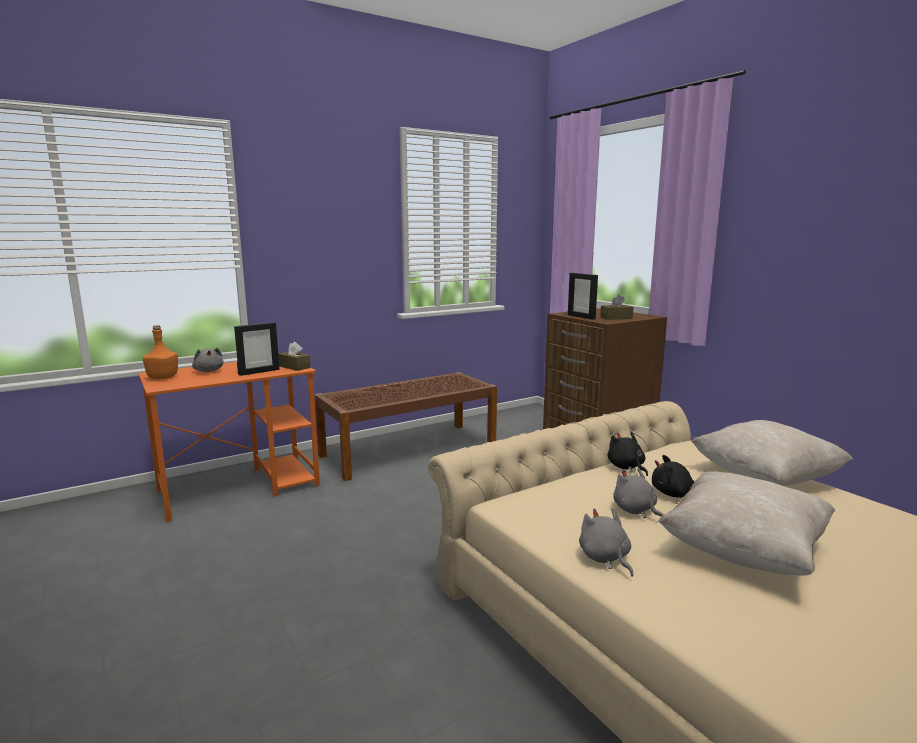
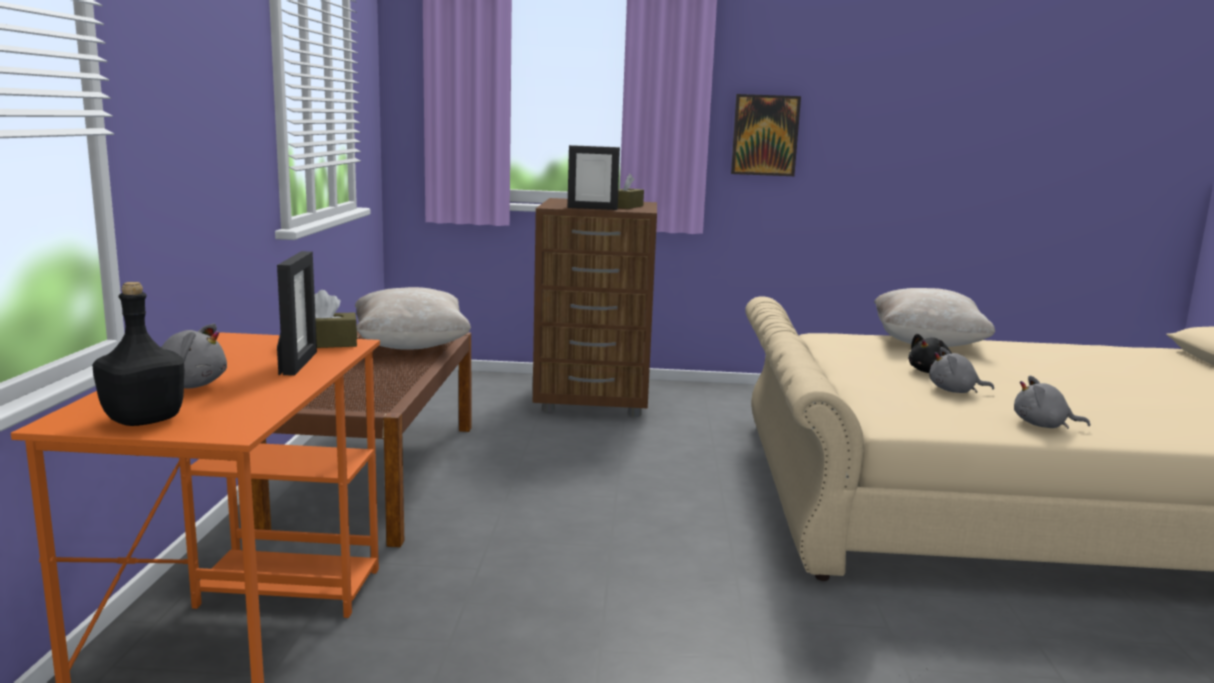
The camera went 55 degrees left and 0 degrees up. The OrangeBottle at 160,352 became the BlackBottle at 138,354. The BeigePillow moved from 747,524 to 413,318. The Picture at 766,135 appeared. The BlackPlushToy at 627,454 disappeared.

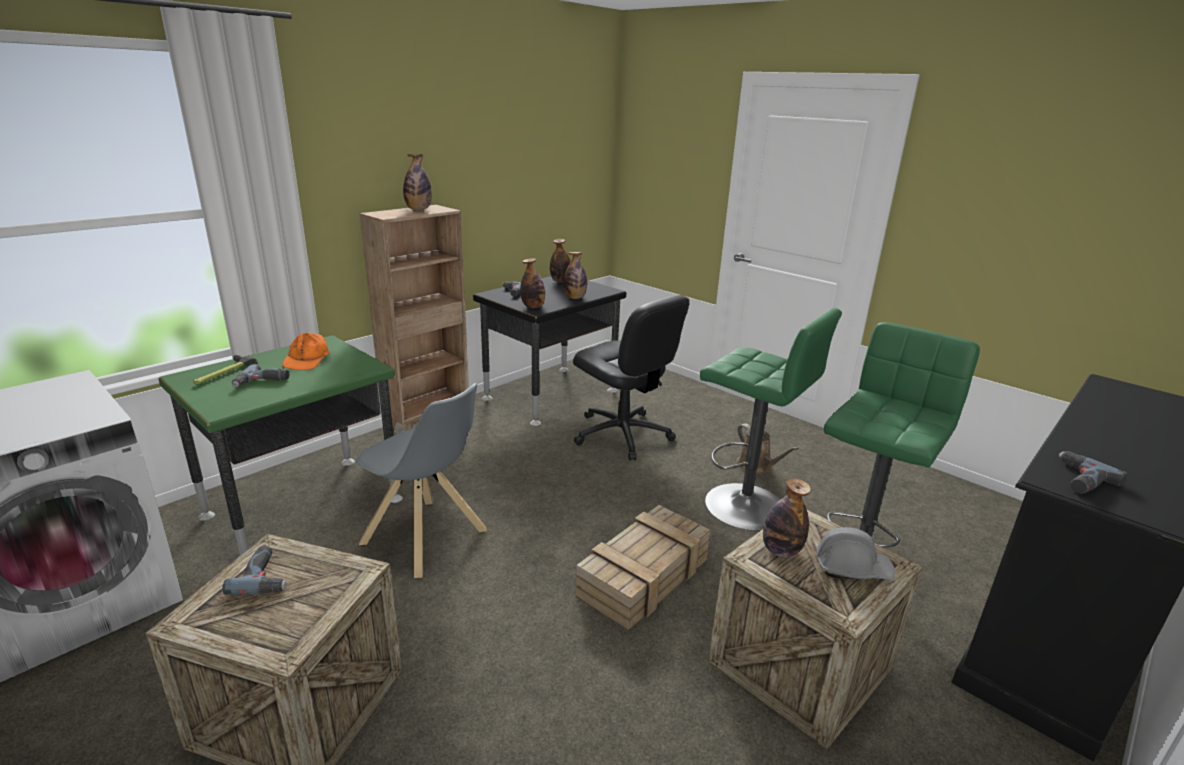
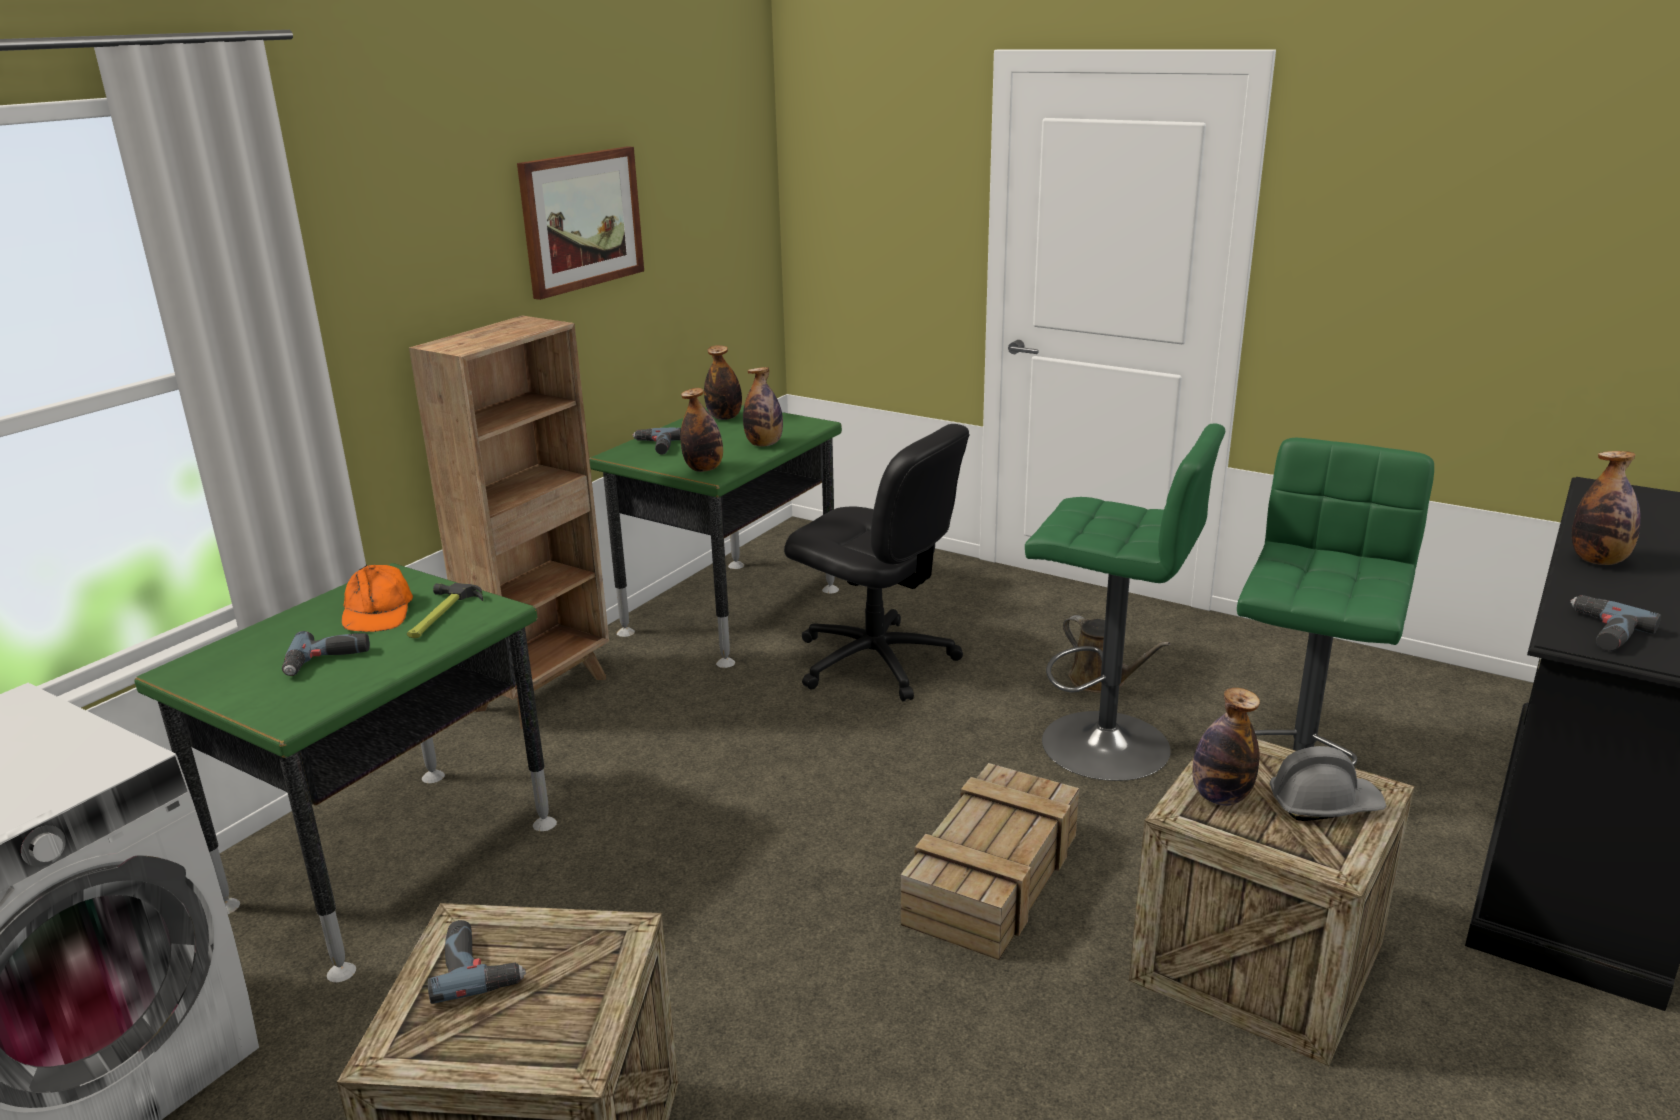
The camera went 10 degrees left and 0 degrees up. The Hammer moved from 225,370 to 445,610. The Picture at 580,223 appeared. The BlackDesk at 549,351 became the GreenDesk at 715,536. The Bottle moved from 417,182 to 1606,508. The GreyChair at 421,480 disappeared.

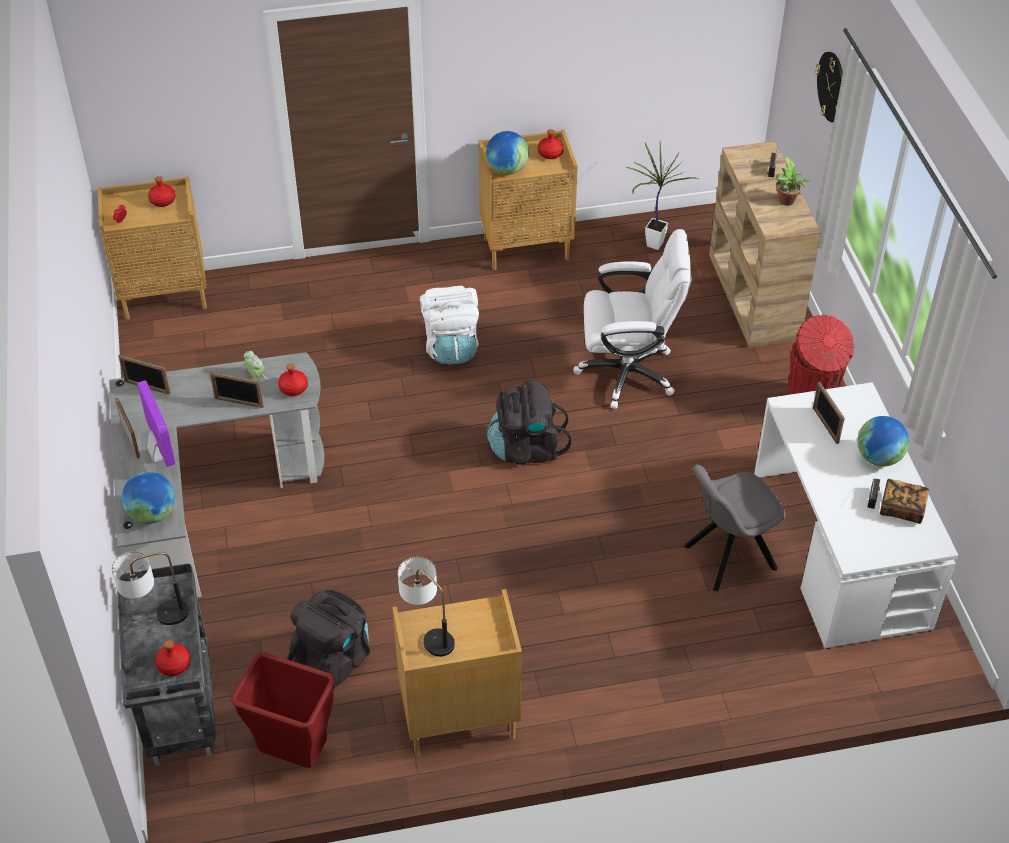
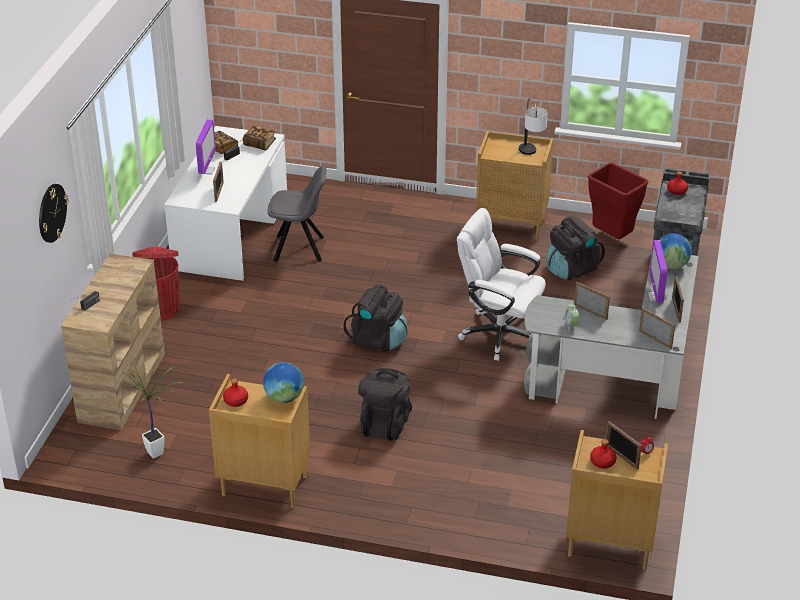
The camera went 155 degrees left and 10 degrees down. The Globe at 883,441 was replaced by the Monitor at 206,147. The Book at 259,138 appeared. The WhiteBackpack at 449,325 became the BlackBackpack at 385,404. The WhiteOfficeChair moved from 633,319 to 501,284. The PictureFrame at 624,445 appeared. The TableLamp at 150,588 disappeared. The RedBottle at 293,379 disappeared. The PottedPlant at 794,181 disappeared.

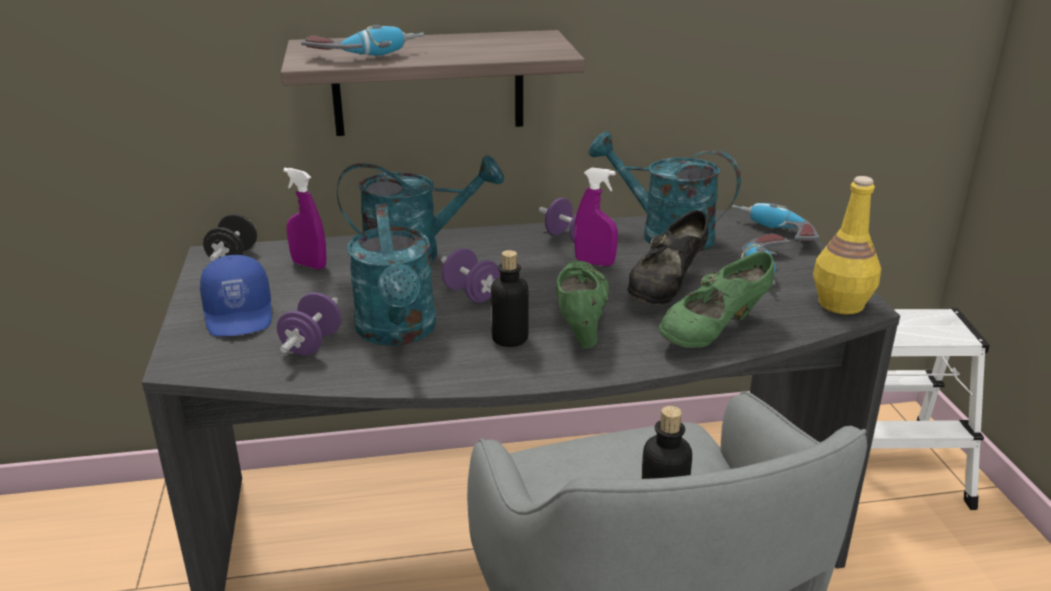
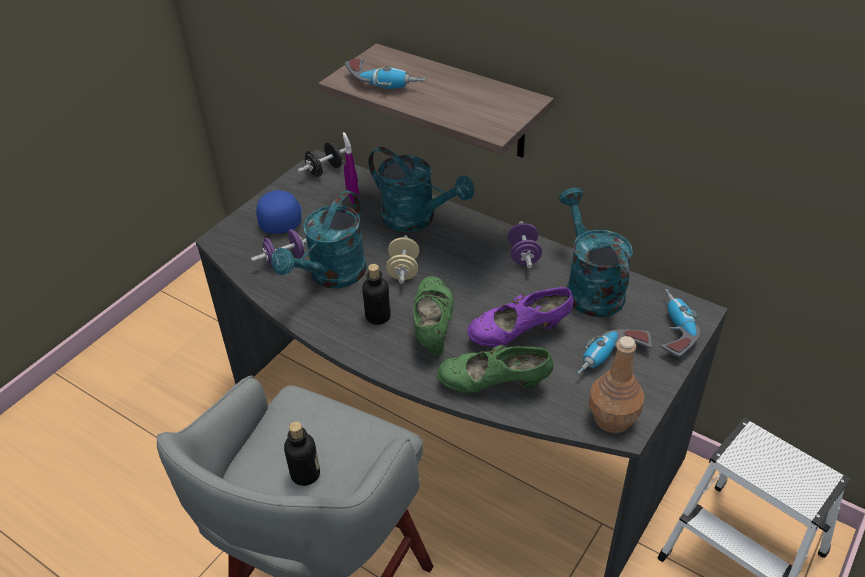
The camera went 45 degrees right and 15 degrees up. The BlueCap at 236,295 turned 150 degrees clockwise. The PurpleDumbbell at 470,275 became the BeigeDumbbell at 402,259. The GreenShoe at 582,304 turned 45 degrees counterclockwise. The BlackShoe at 667,257 became the PurpleShoe at 520,317. The YellowBottle at 847,245 became the BrownBottle at 617,384. The PurpleSprayBottle at 596,216 disappeared.

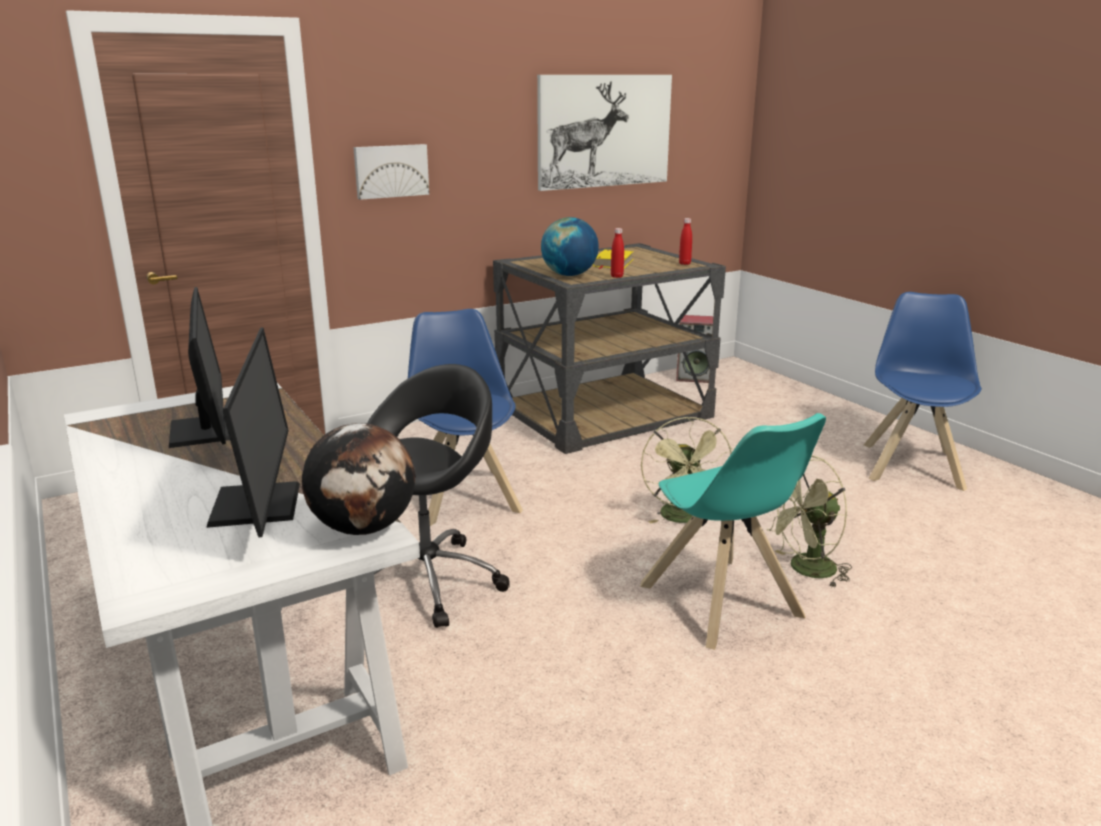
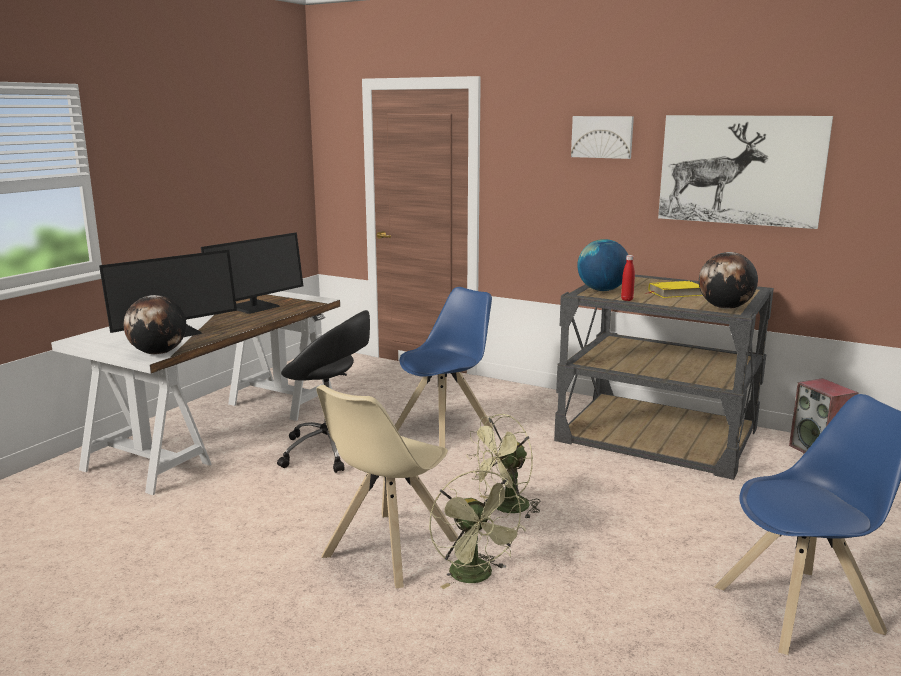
The camera went 60 degrees right and 5 degrees down. The TurquoiseChair at 733,531 became the BeigeChair at 387,487. The GreenFan at 809,522 turned 150 degrees counterclockwise. The Picture moved from 391,172 to 602,137. The RedBottle at 685,241 was replaced by the Globe at 728,280.

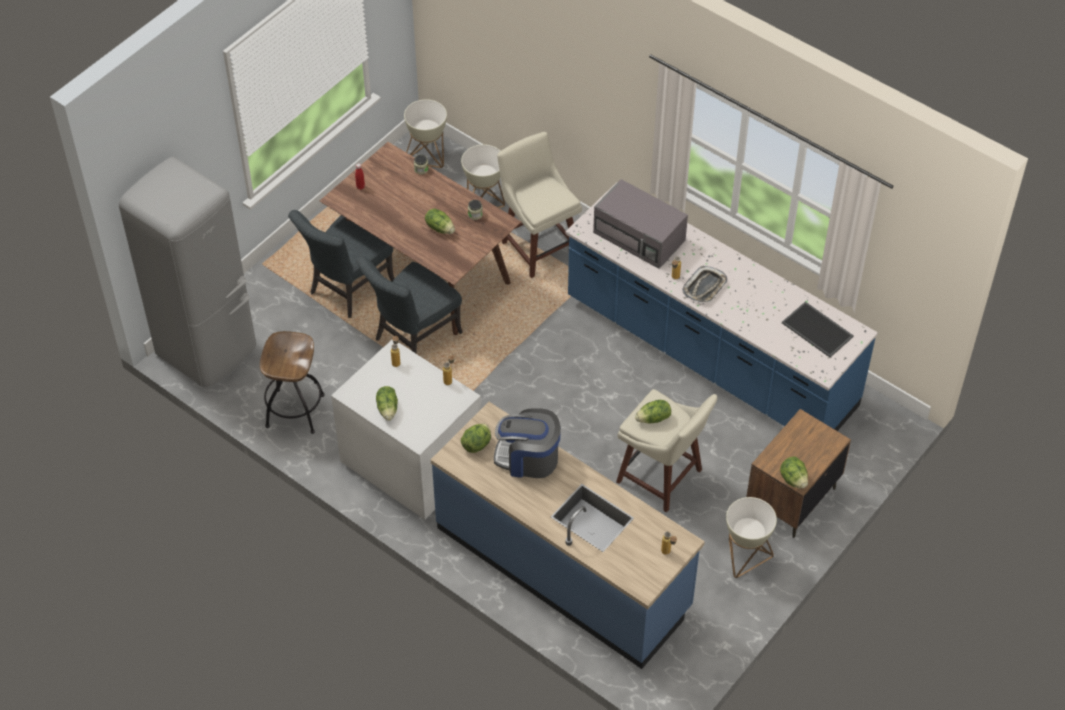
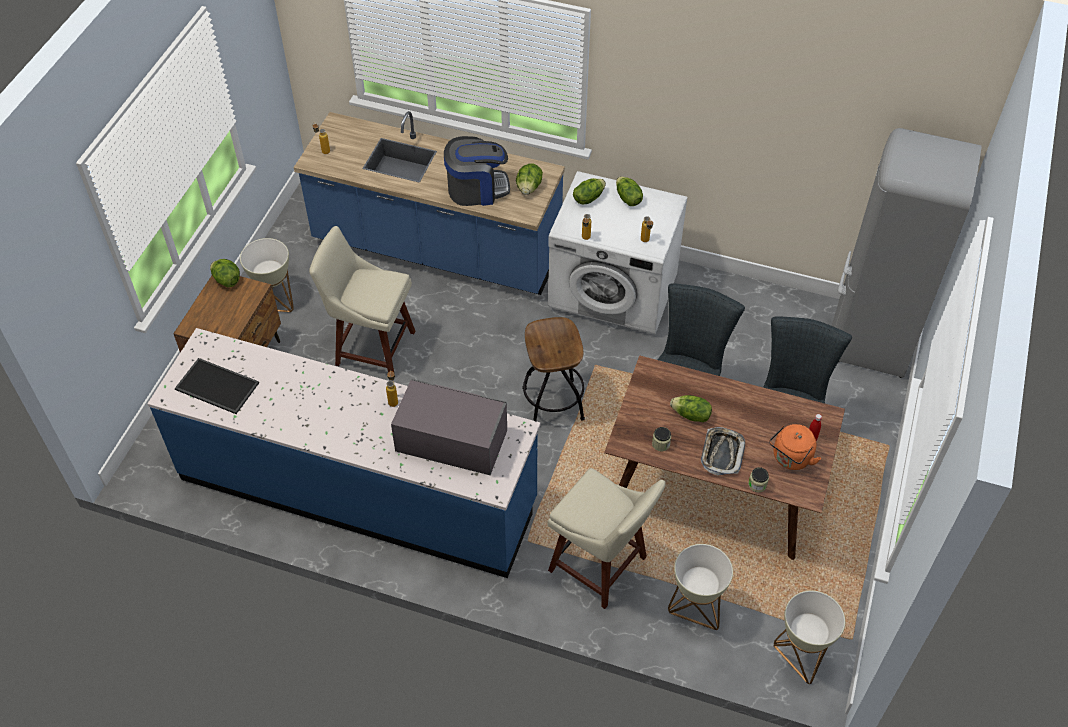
The camera went 160 degrees right and 0 degrees up. The BrownStool moved from 292,382 to 553,369. The Lettuce moved from 653,411 to 589,191. The Tray moved from 705,284 to 723,451. The OrangeKettle at 795,447 appeared.

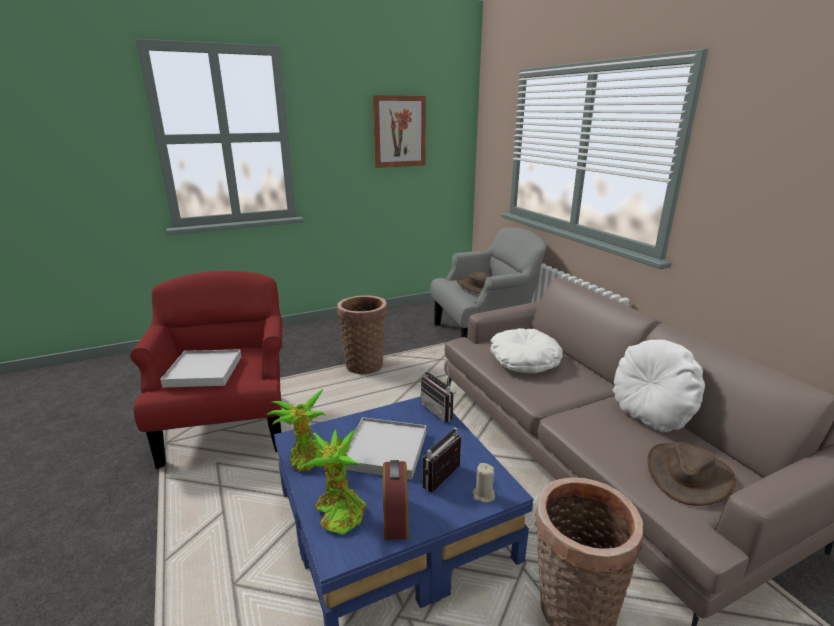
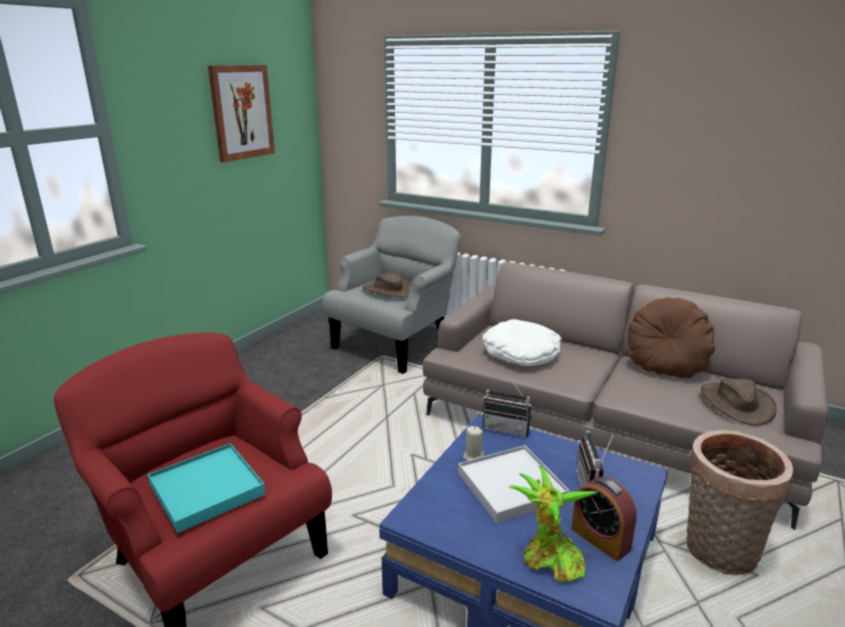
The camera went 35 degrees left and 0 degrees up. The WhiteTray at 201,368 became the TurquoiseTray at 207,488. The BeigeCandle moved from 483,483 to 474,443. The WhitePillow at 659,386 became the BrownPillow at 671,337. The PottedPlant at 298,430 disappeared. The Basket at 362,334 disappeared.

